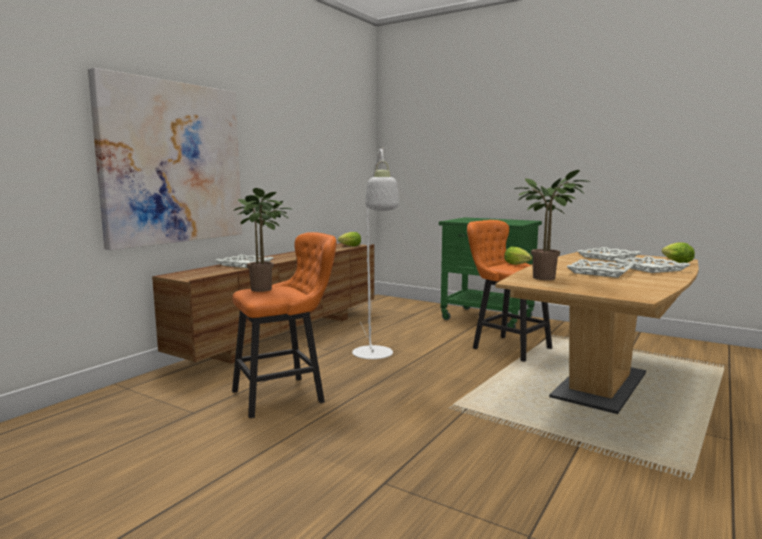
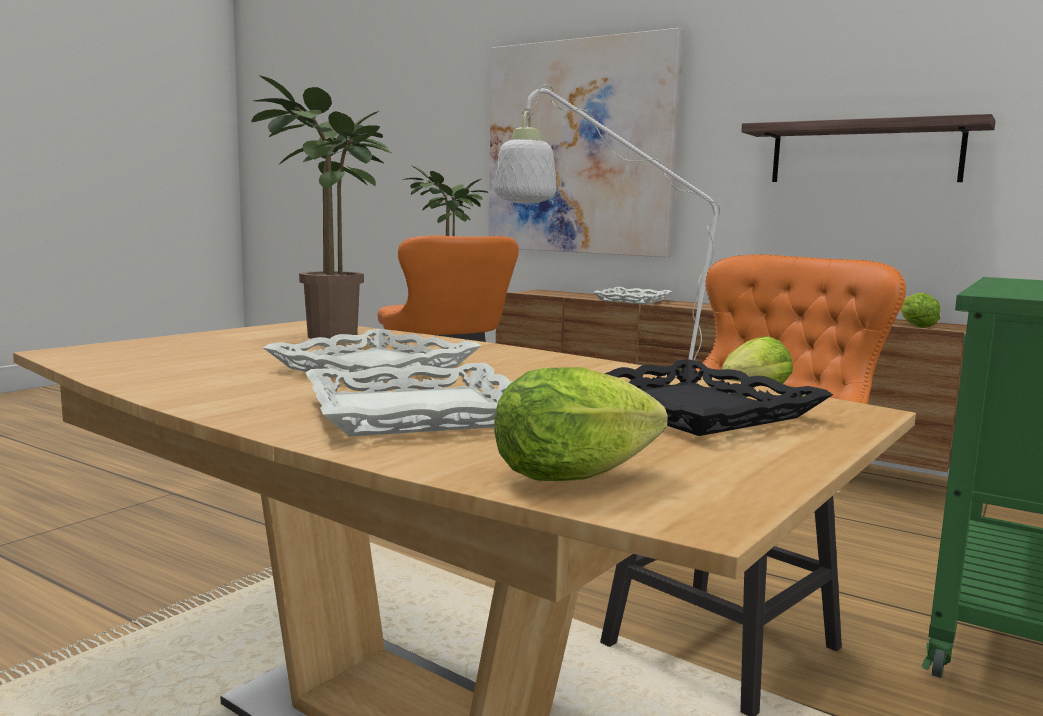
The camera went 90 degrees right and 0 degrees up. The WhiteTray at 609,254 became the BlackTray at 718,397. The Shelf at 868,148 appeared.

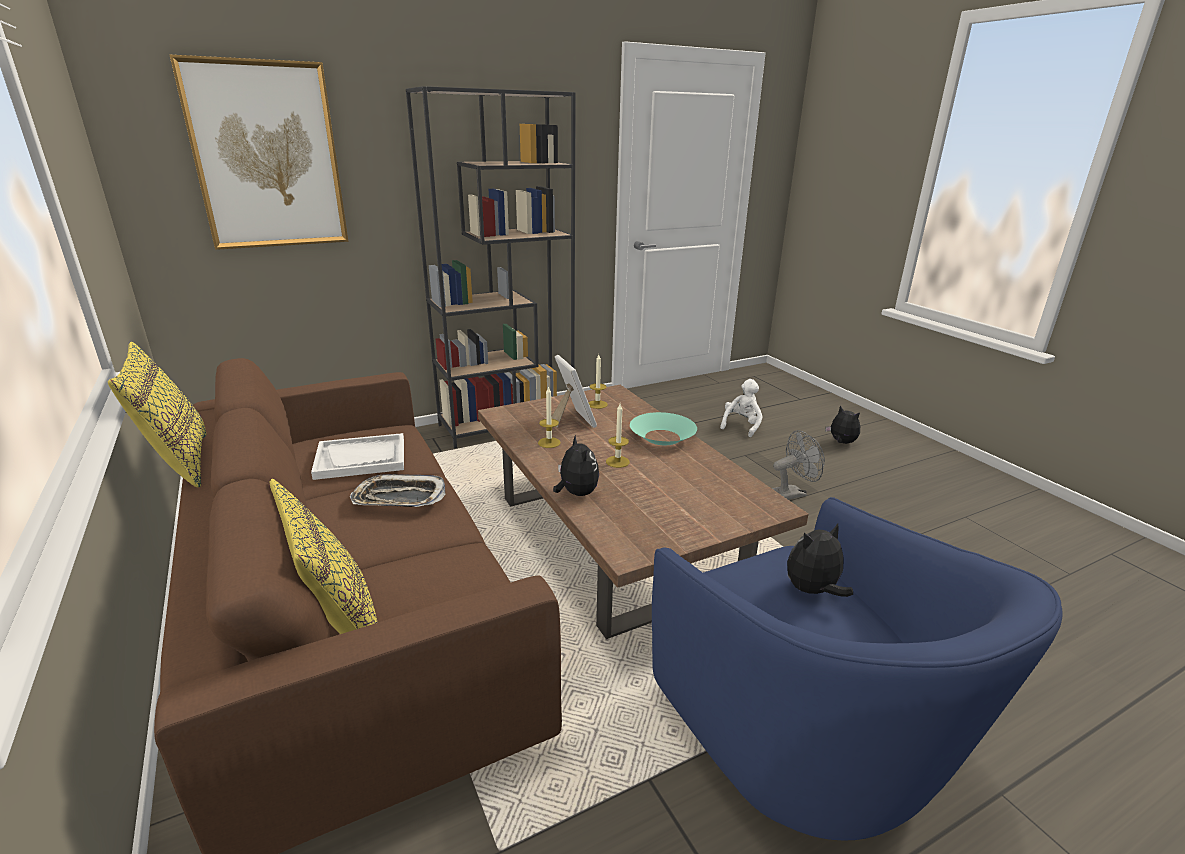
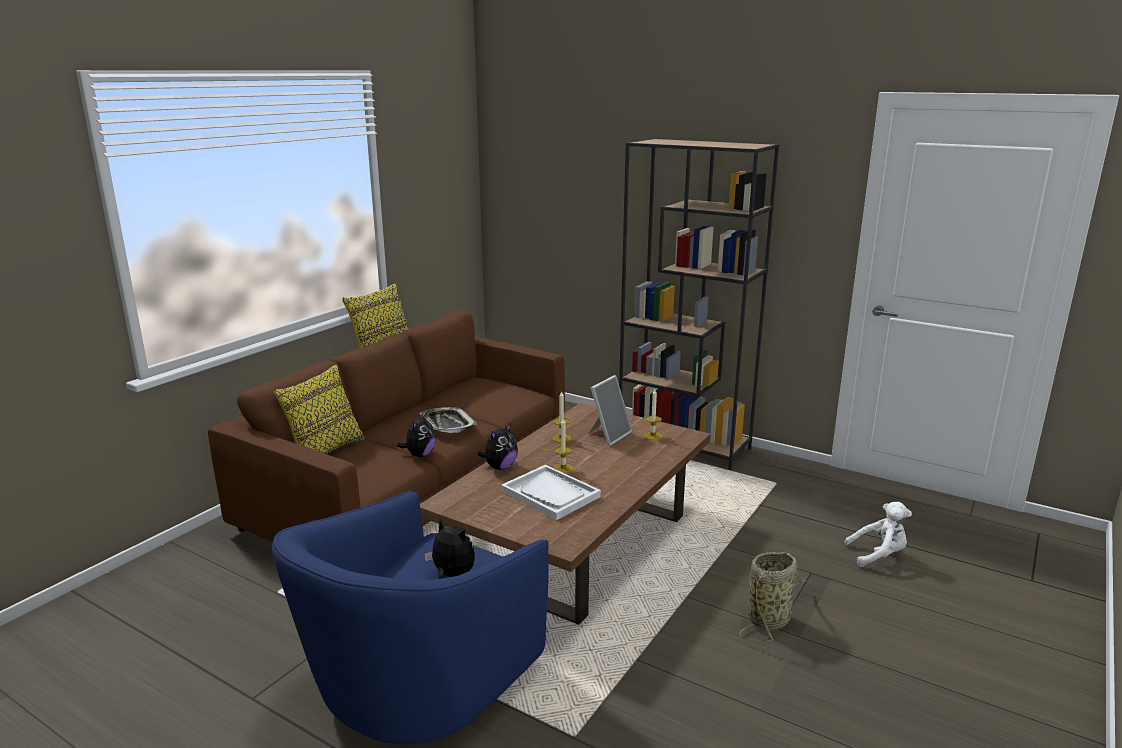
The camera went 60 degrees right and 5 degrees down. The PlushToy moved from 842,424 to 416,434. The WhiteTray moved from 357,456 to 551,492. The GreyFan at 798,465 was replaced by the Basket at 772,596. The Picture at 259,152 disappeared. The TurquoiseBowl at 663,428 disappeared.

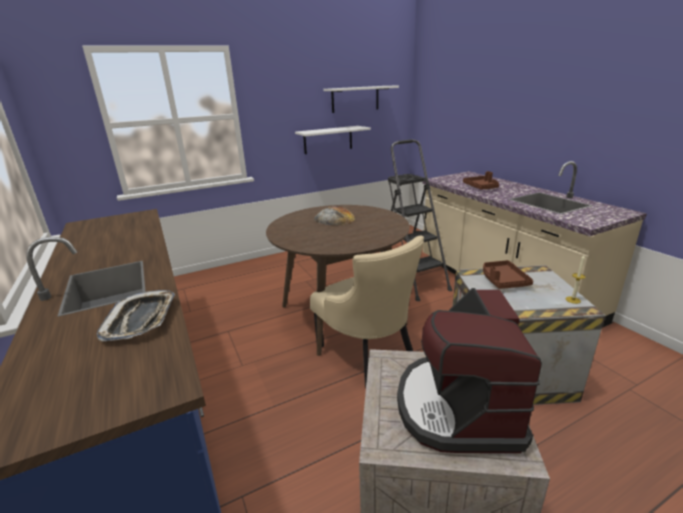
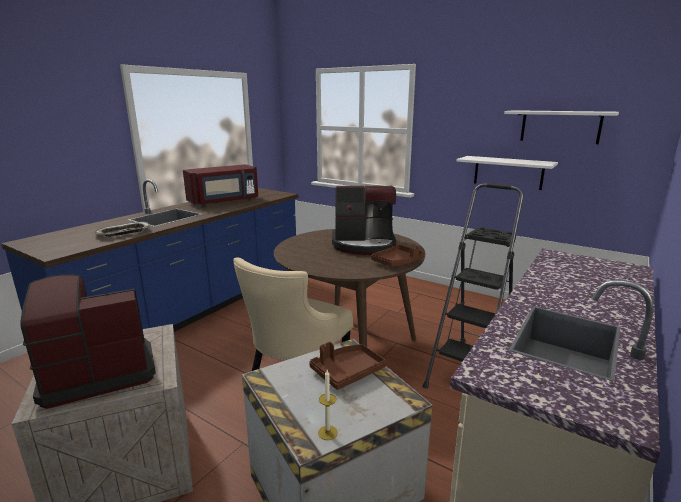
The camera went 60 degrees right and 5 degrees down. The RedMicrowave at 220,185 appeared. The Bread at 335,215 was replaced by the CoffeeMachine at 364,220. The BrownTray moved from 481,180 to 397,256.

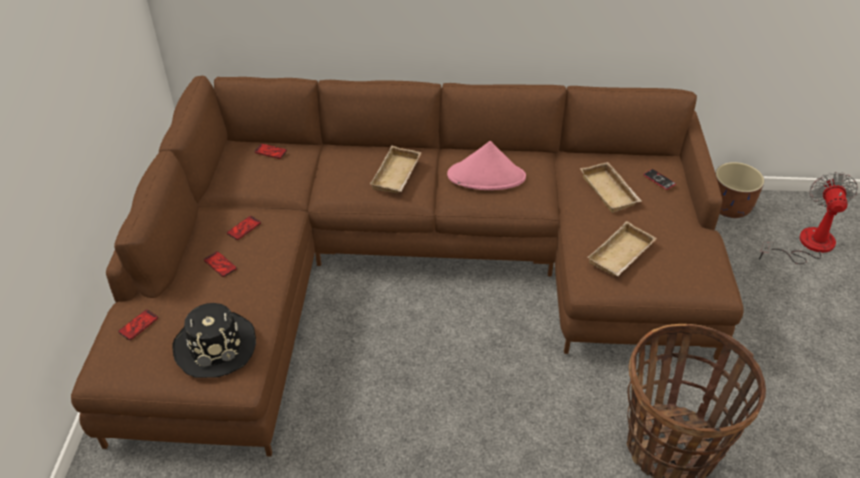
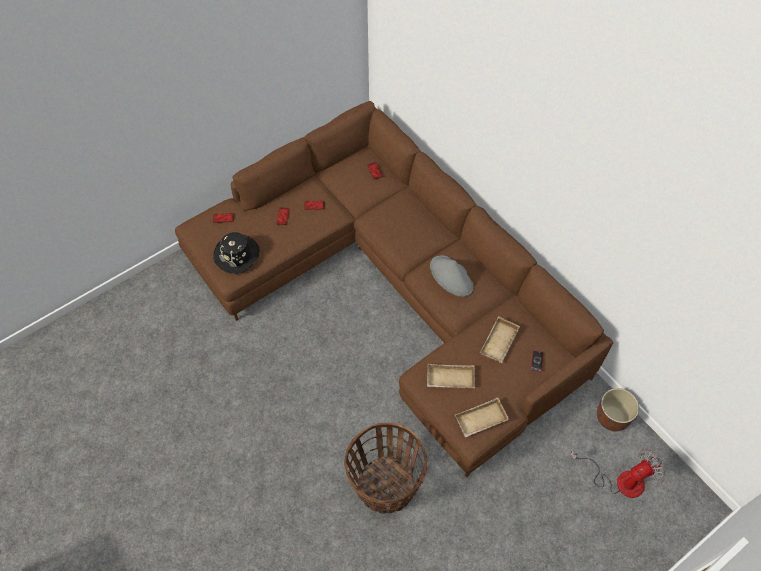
The camera went 50 degrees right and 15 degrees up. The PinkHat at 486,165 became the GreyHat at 451,276. The BeigeTray moved from 396,169 to 482,417.

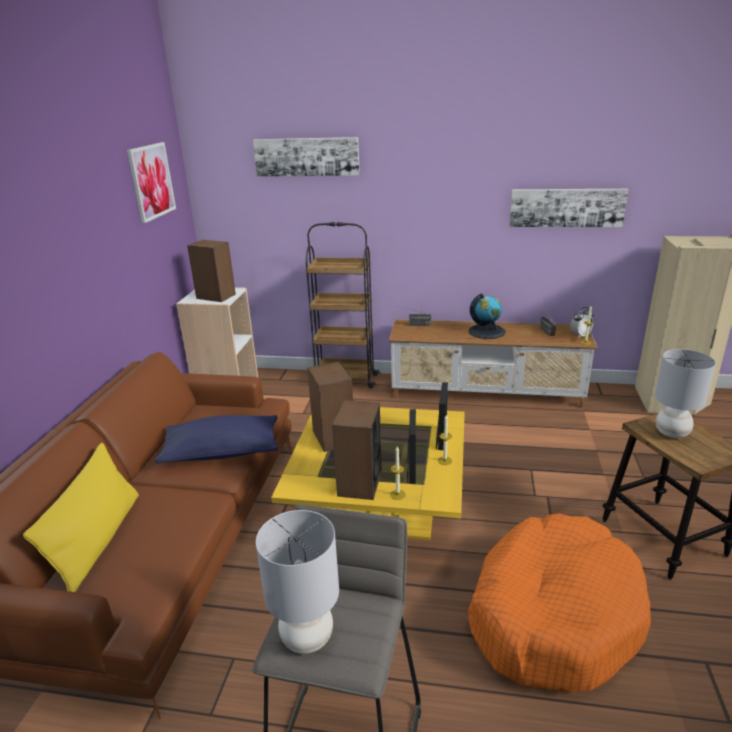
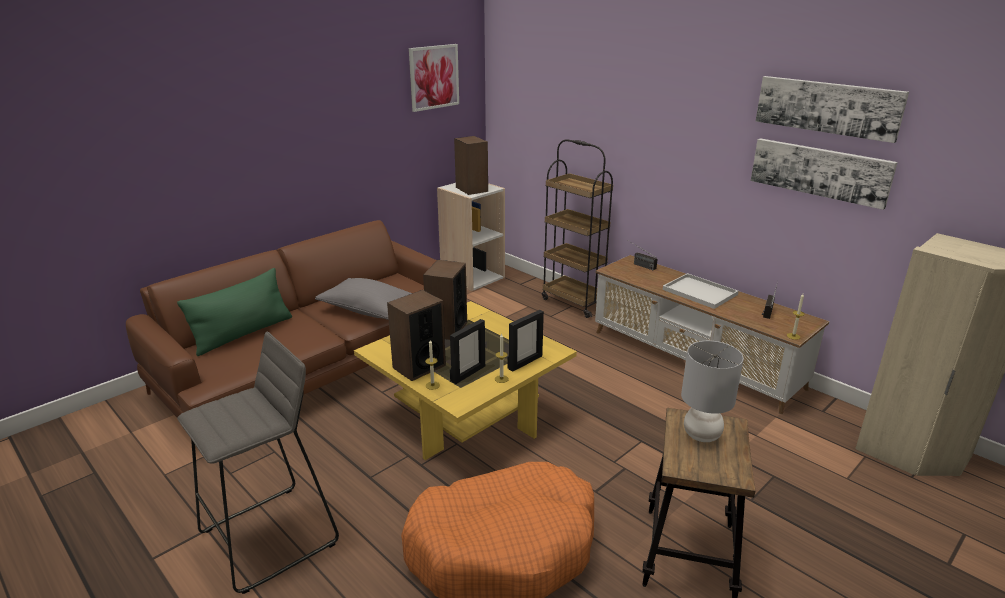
The camera went 35 degrees right and 0 degrees up. The YellowPillow at 81,517 became the GreenPillow at 234,312. The BluePillow at 216,439 became the GreyPillow at 363,299. The Globe at 487,316 was replaced by the WhiteTray at 701,291. The Picture moved from 306,157 to 832,109. The GreyTableLamp at 297,582 disappeared. The AlarmClock at 582,322 disappeared.

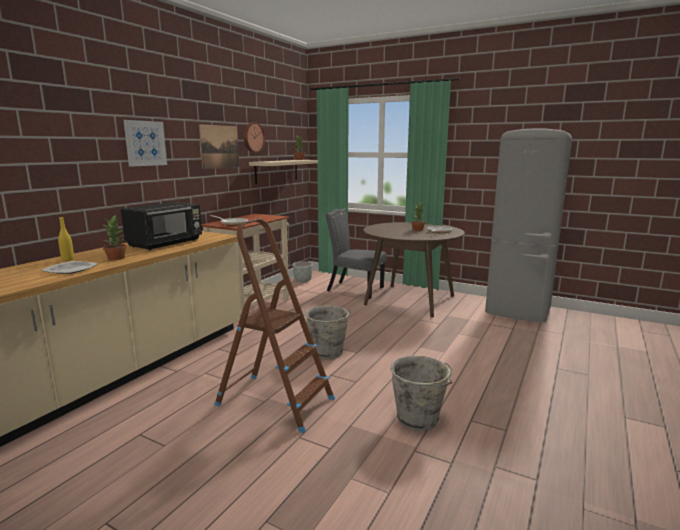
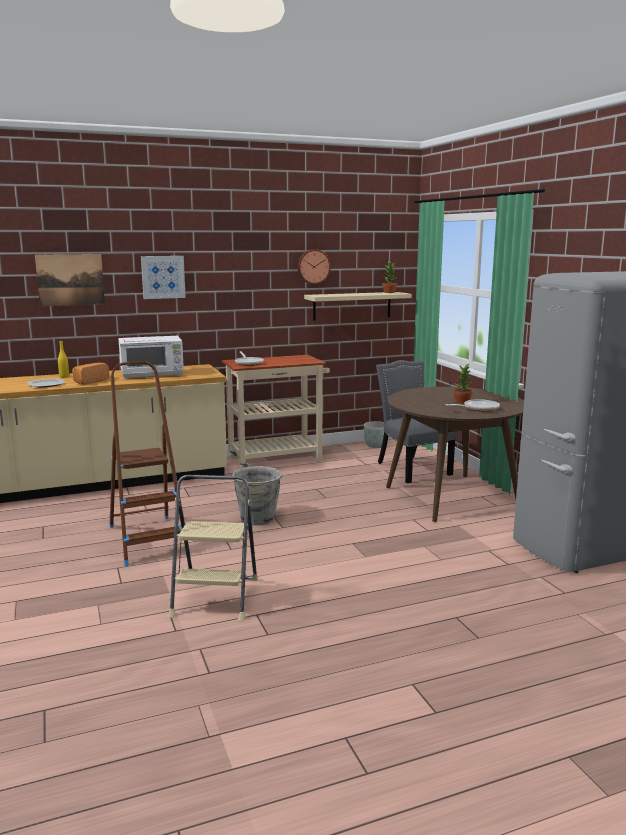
The camera went 40 degrees right and 0 degrees up. The Picture moved from 219,146 to 70,280. The PottedPlant at 115,237 was replaced by the Bread at 90,374. The BlackMicrowave at 161,226 became the WhiteMicrowave at 151,357. The GreyBucket at 421,393 was replaced by the BeigeStepLadder at 212,548.

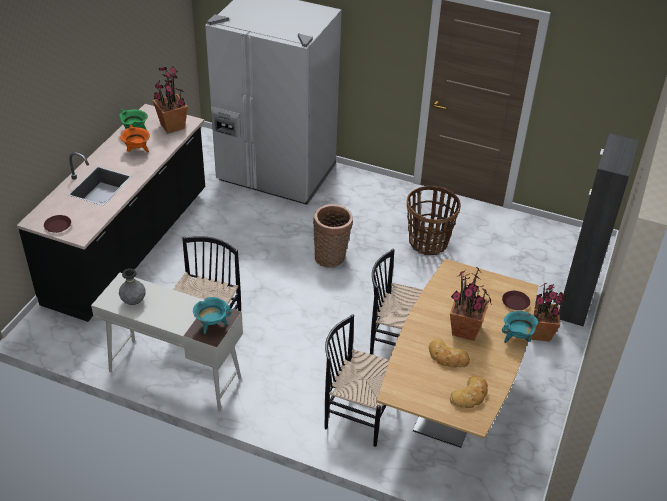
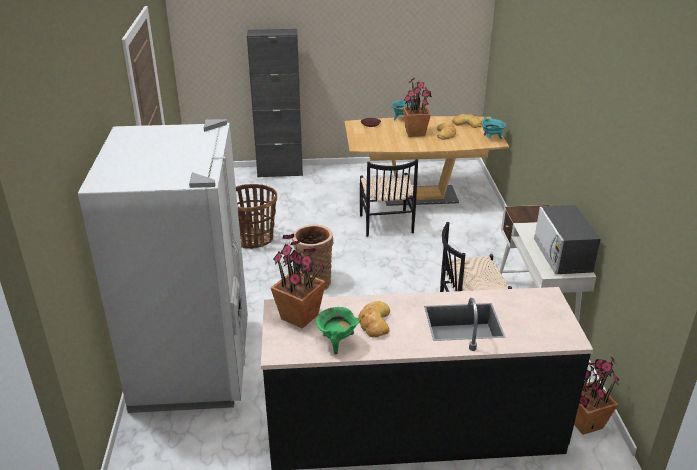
The camera went 115 degrees left and 10 degrees down. The OrangeCookingPot at 135,138 was replaced by the Bread at 374,319. The TurquoiseCookingPot moved from 212,315 to 494,128. The GreyVase at 132,286 was replaced by the Microwave at 567,239. The PottedPlant moved from 548,312 to 596,394. The BrownPlate at 57,224 disappeared. The BlackChair at 357,380 disappeared.

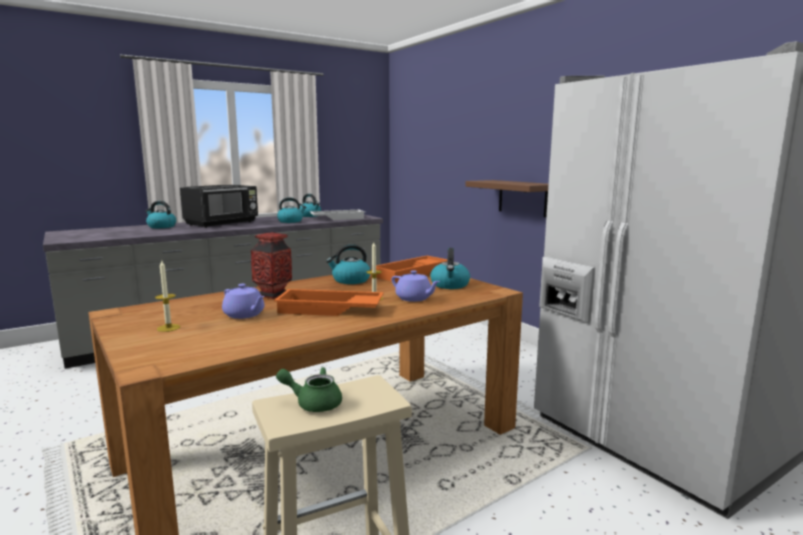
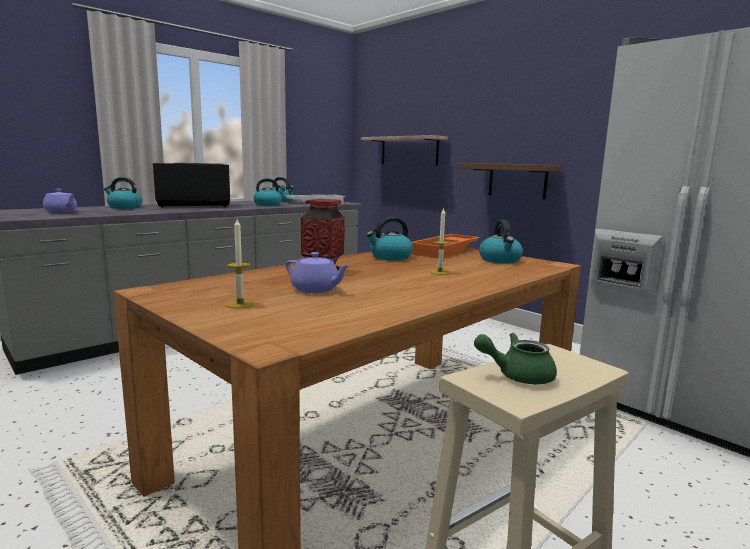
The camera went 10 degrees left and 0 degrees up. The PurpleTeapot moved from 416,286 to 60,200. The BlackMicrowave at 219,206 turned 135 degrees counterclockwise. The Shelf at 404,150 appeared. The OrangeTray at 329,302 disappeared.

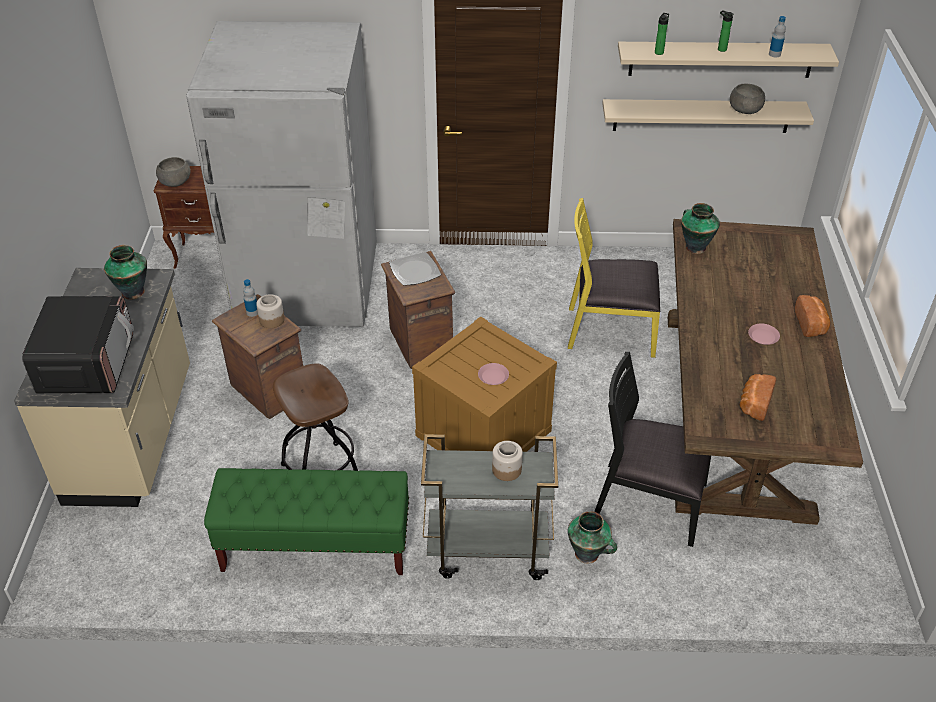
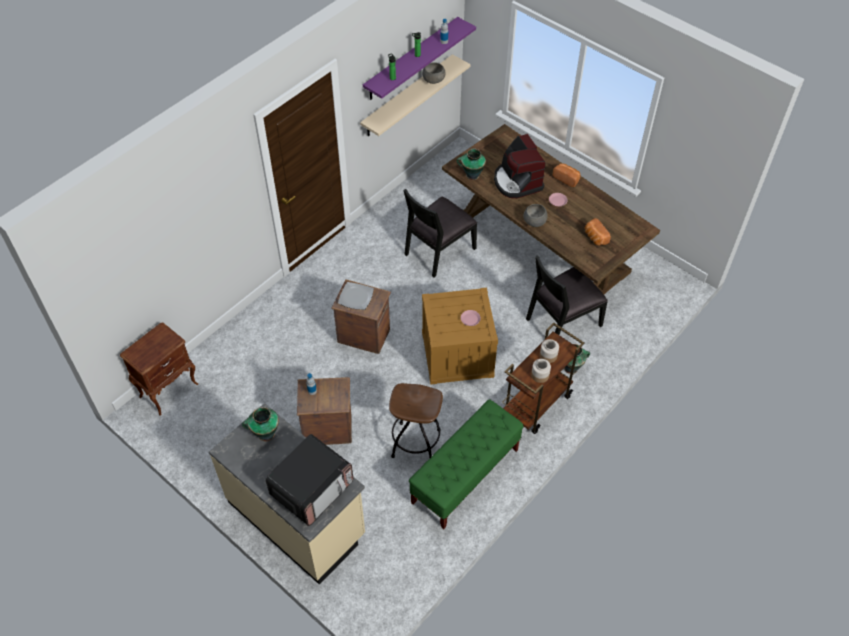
The camera went 50 degrees left and 10 degrees up. The Microwave at 78,344 turned 90 degrees clockwise. The BeigeShelf at 728,60 became the PurpleShelf at 419,58. The YellowChair at 614,278 became the BlackChair at 440,233. The CoffeeMachine at 519,166 appeared. The GreyCart at 489,507 became the BrownCart at 543,378. The GreyBowl moved from 173,172 to 535,215. The Jar moved from 270,311 to 541,371. The WhiteFridge at 281,174 disappeared.

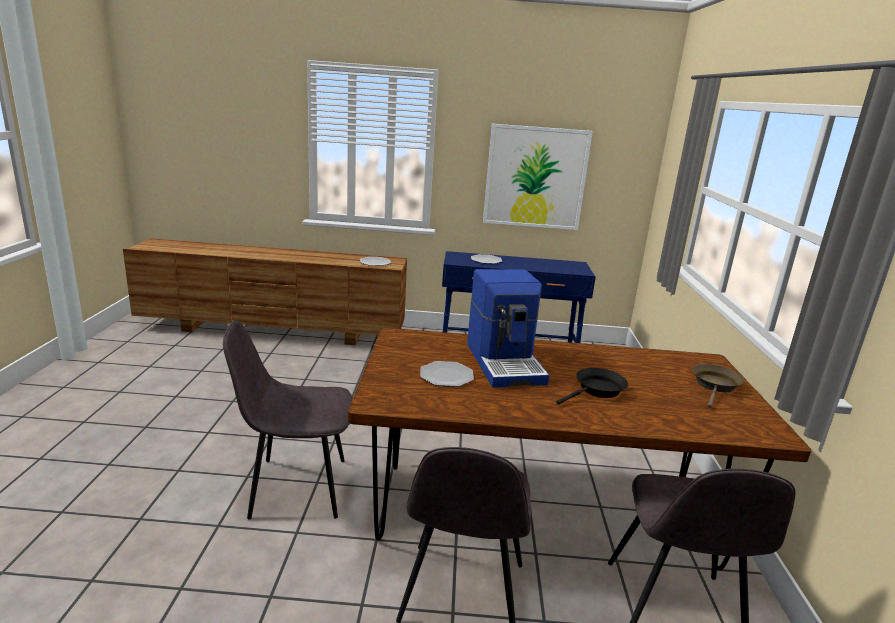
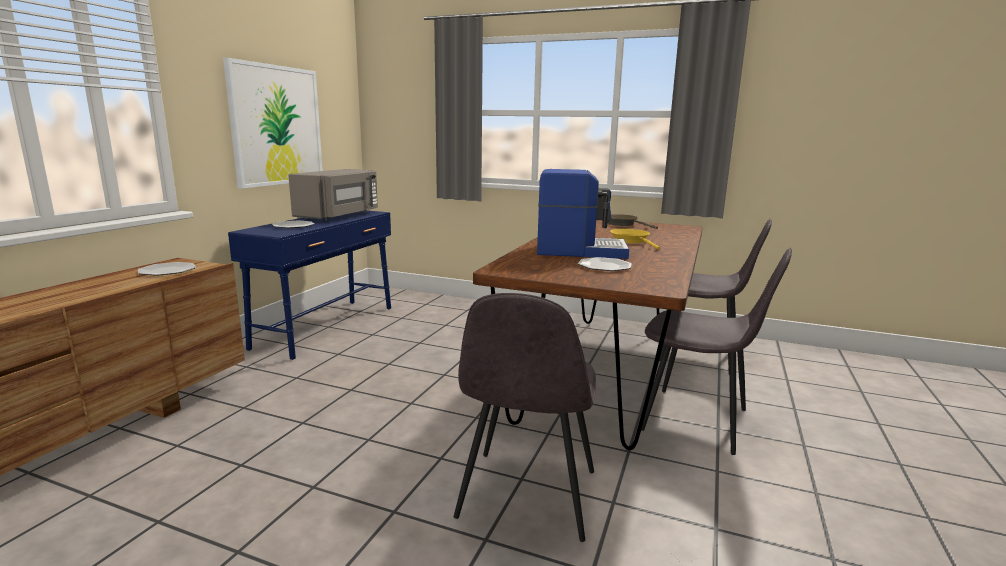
The camera went 70 degrees left and 5 degrees down. The GreyMicrowave at 333,195 appeared. The BlackFryingPan at 592,386 became the YellowFryingPan at 635,239.

